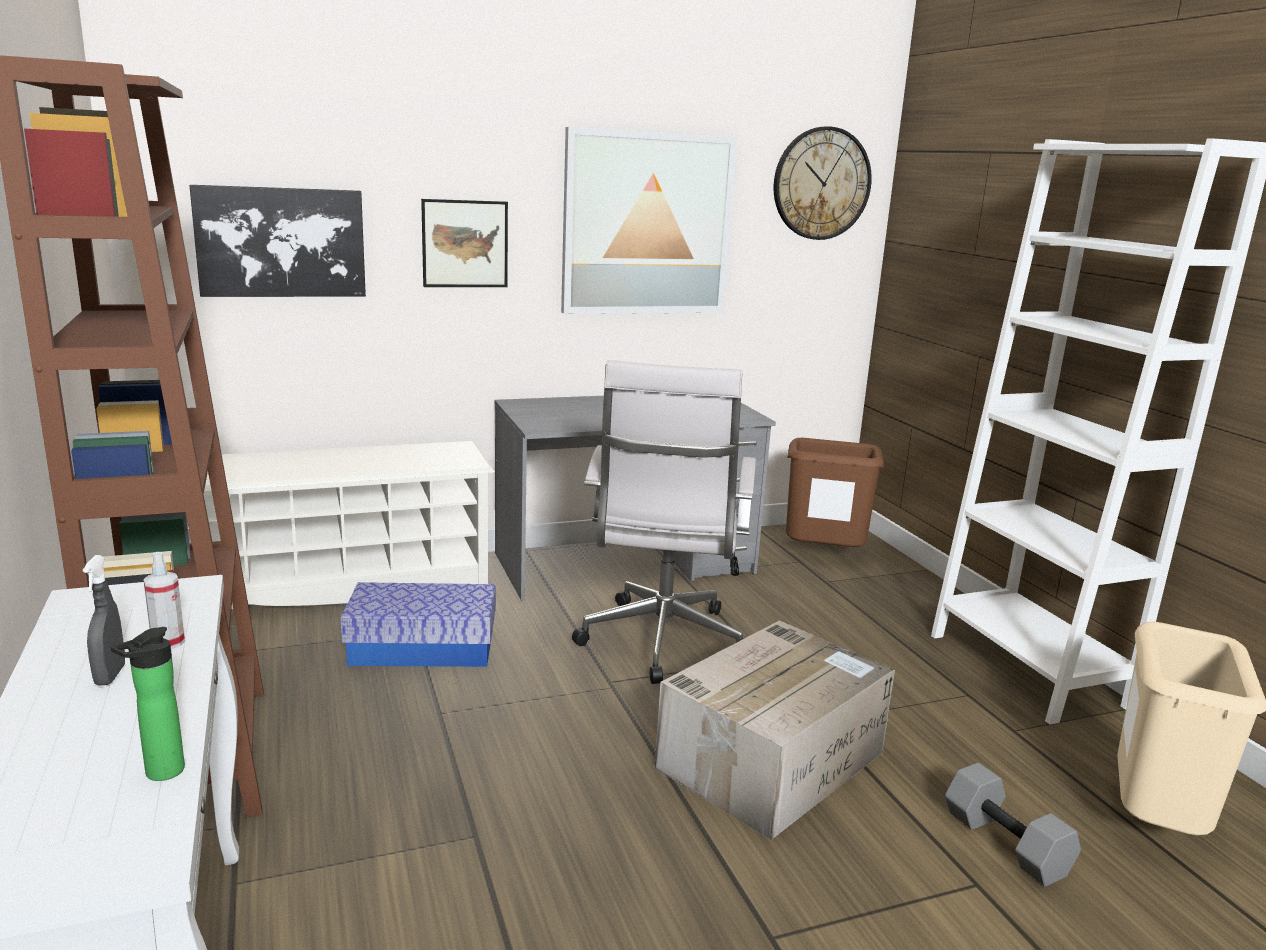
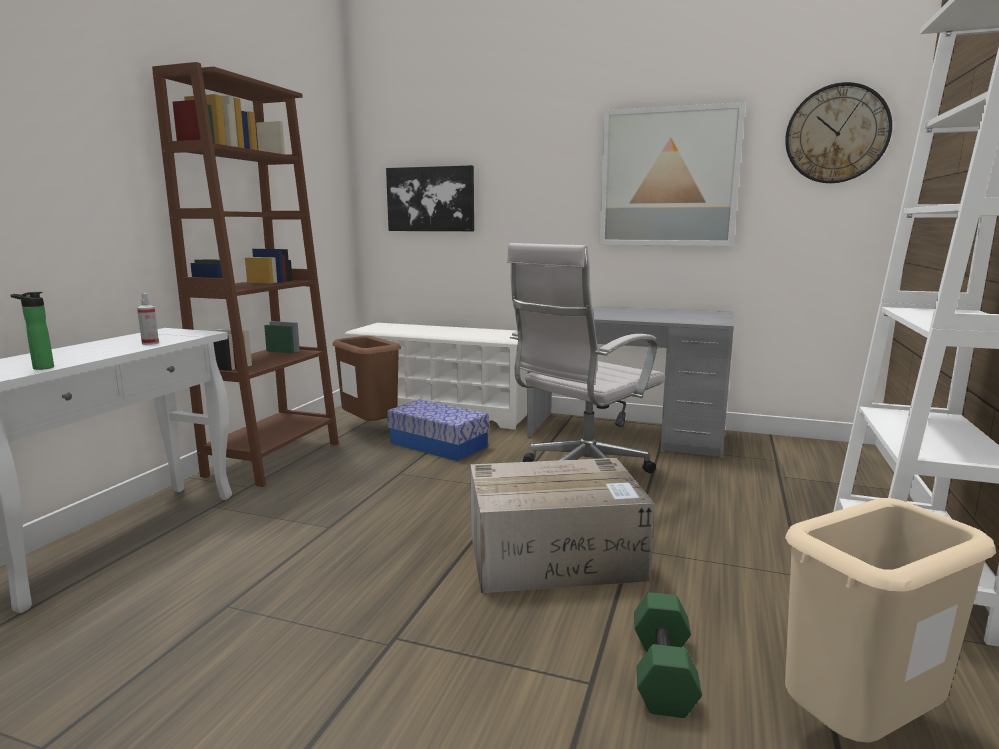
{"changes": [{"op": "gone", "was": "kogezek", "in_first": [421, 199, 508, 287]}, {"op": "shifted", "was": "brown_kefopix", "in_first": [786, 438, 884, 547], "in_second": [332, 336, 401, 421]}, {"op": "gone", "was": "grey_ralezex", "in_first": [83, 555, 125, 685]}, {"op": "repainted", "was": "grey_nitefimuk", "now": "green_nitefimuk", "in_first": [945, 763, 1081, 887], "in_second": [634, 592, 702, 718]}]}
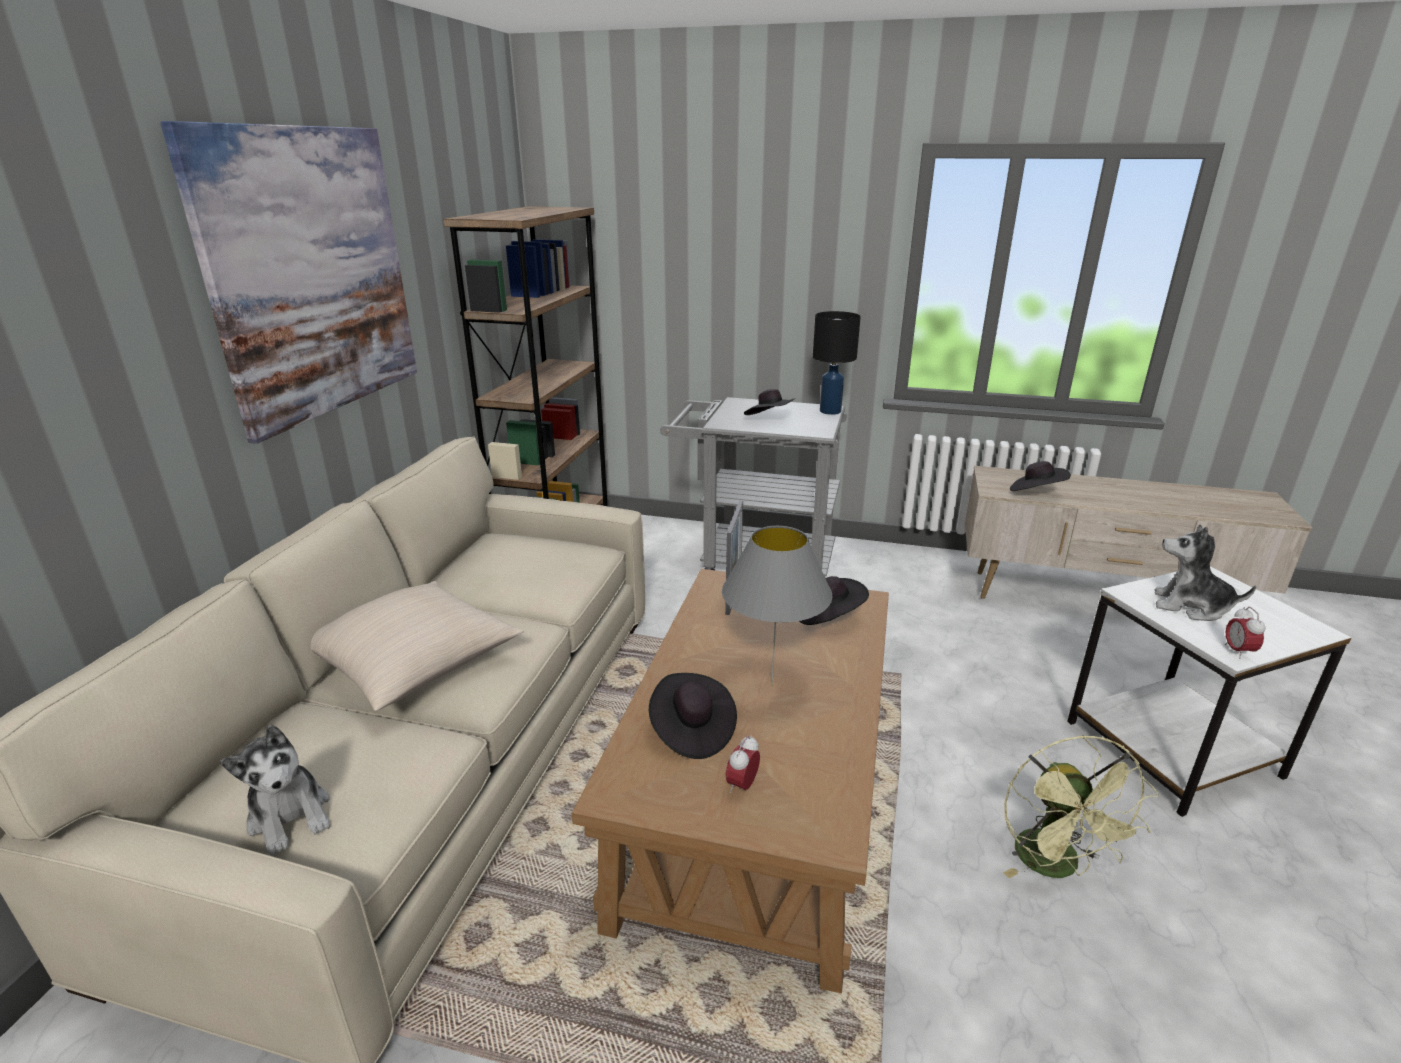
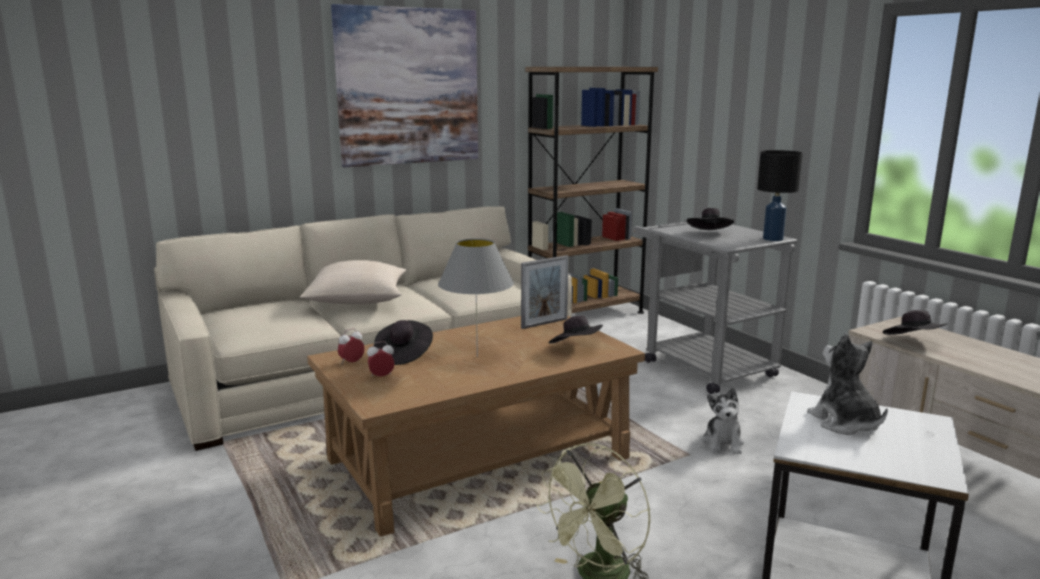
{"changes": [{"op": "shifted", "was": "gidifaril", "in_first": [1225, 607, 1266, 659], "in_second": [338, 328, 365, 364]}, {"op": "shifted", "was": "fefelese", "in_first": [221, 725, 330, 855], "in_second": [703, 387, 744, 454]}]}
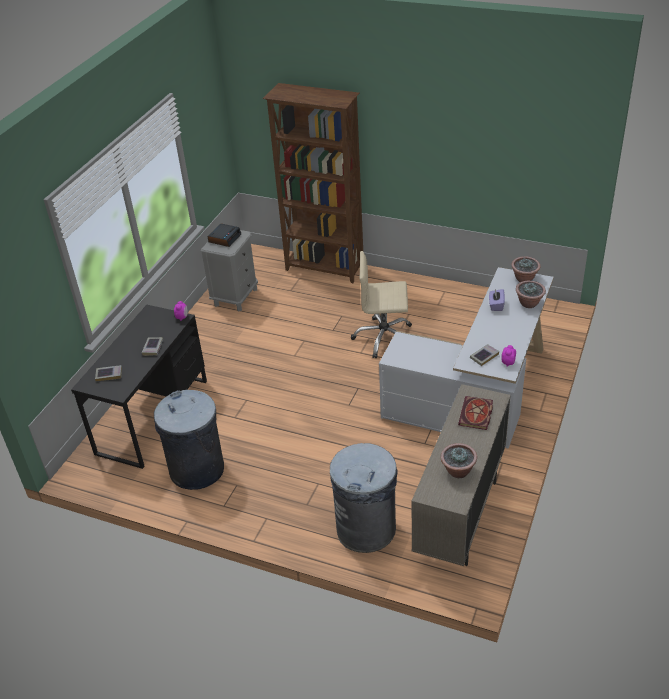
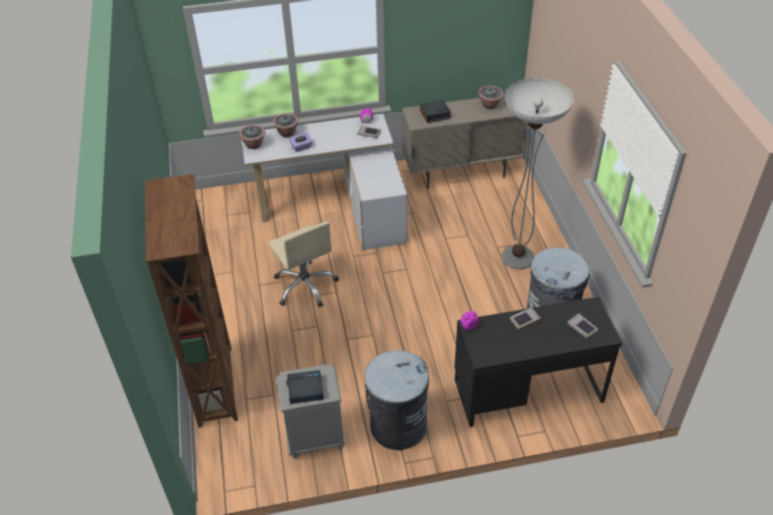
{"changes": [{"op": "swapped", "was": "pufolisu", "now": "gidifaril", "in_first": [458, 396, 493, 430], "in_second": [420, 100, 451, 123]}, {"op": "shifted", "was": "grey_kefopix", "in_first": [330, 443, 398, 553], "in_second": [364, 350, 429, 450]}, {"op": "new", "now": "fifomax", "in_second": [502, 78, 574, 269]}]}
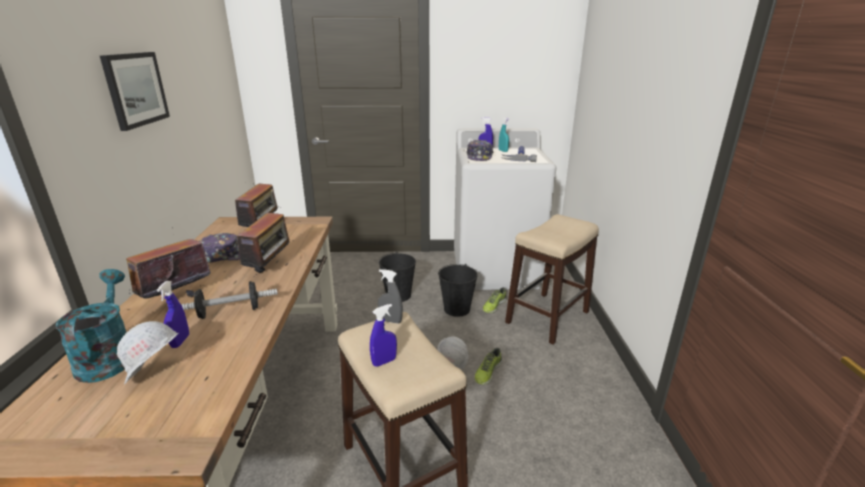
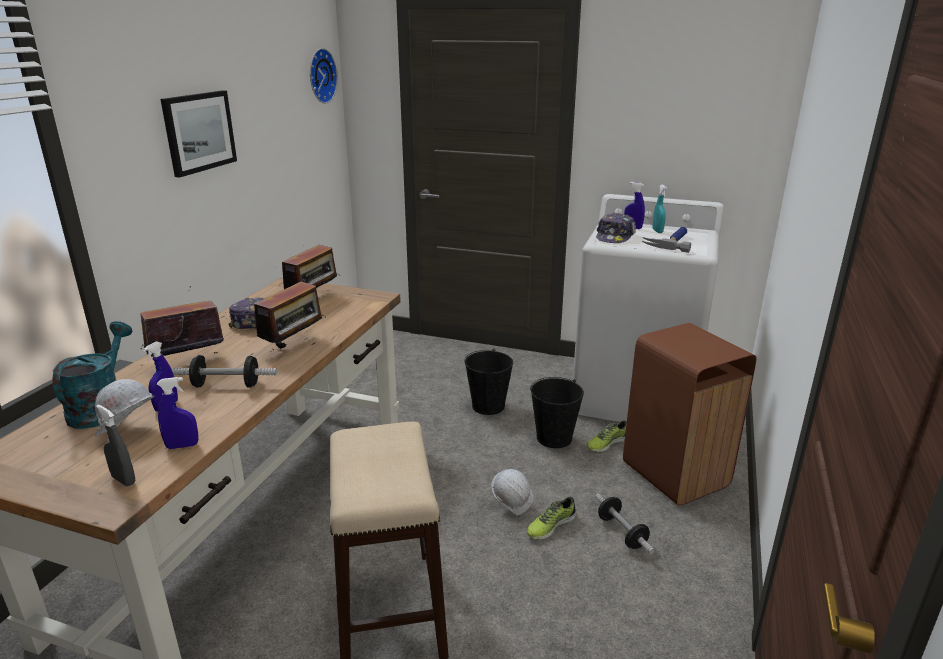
{"changes": [{"op": "swapped", "was": "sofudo", "now": "brown_kefopix", "in_first": [505, 214, 599, 345], "in_second": [623, 323, 756, 506]}, {"op": "shifted", "was": "grey_ralezex", "in_first": [378, 269, 403, 324], "in_second": [96, 405, 135, 486]}, {"op": "shifted", "was": "blue_ralezex", "in_first": [370, 304, 397, 367], "in_second": [157, 377, 198, 449]}, {"op": "new", "now": "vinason", "in_second": [310, 48, 338, 104]}, {"op": "new", "now": "nitefimuk", "in_second": [595, 494, 655, 554]}]}
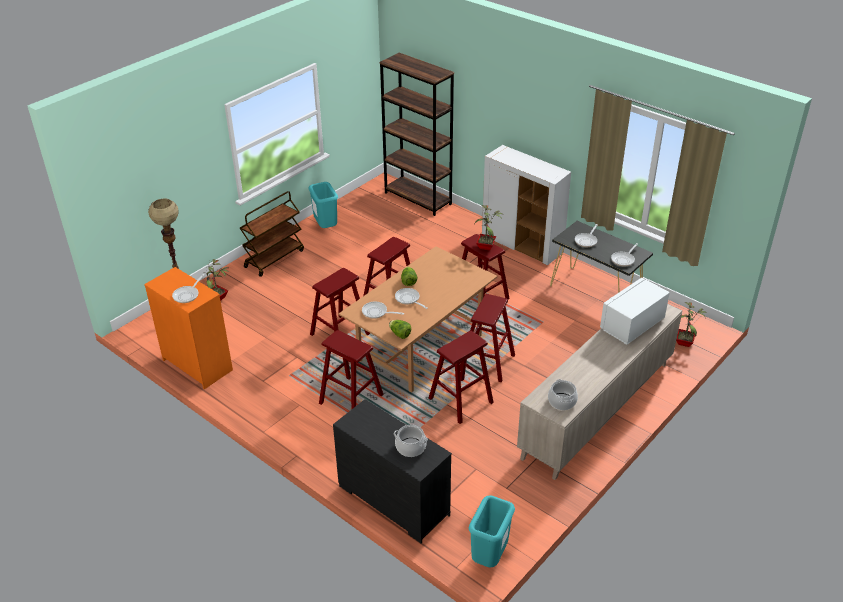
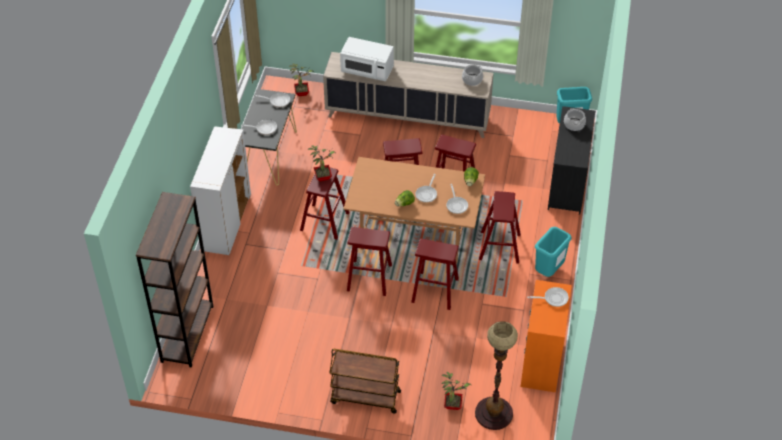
{"changes": [{"op": "shifted", "was": "turquoise_kefopix", "in_first": [308, 182, 338, 228], "in_second": [535, 227, 571, 277]}]}
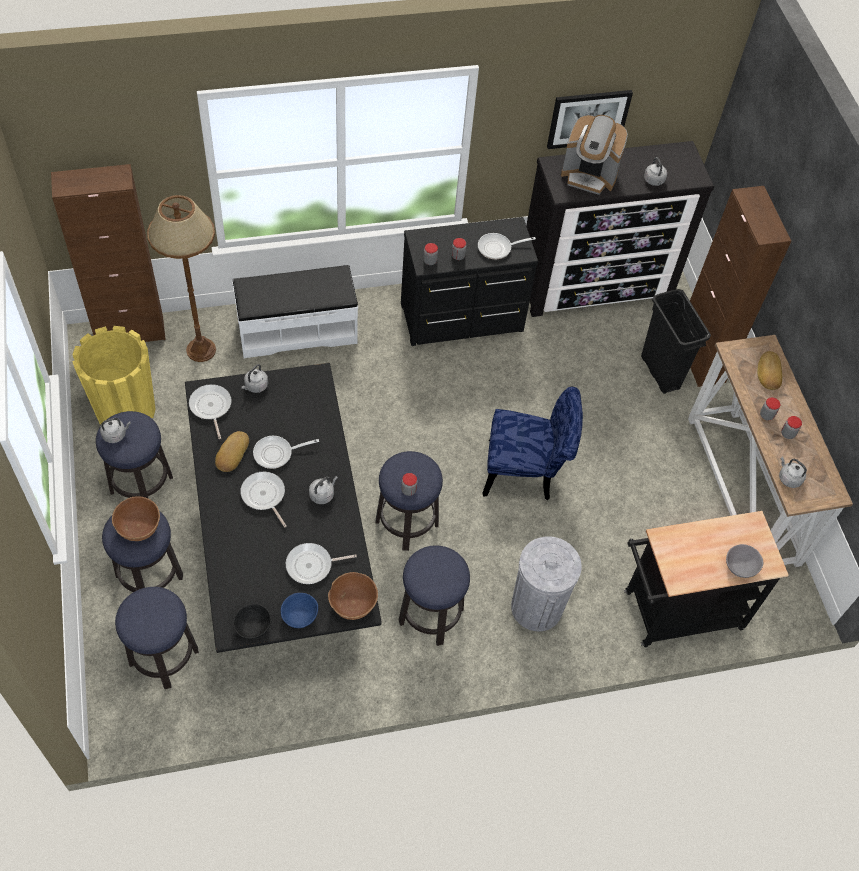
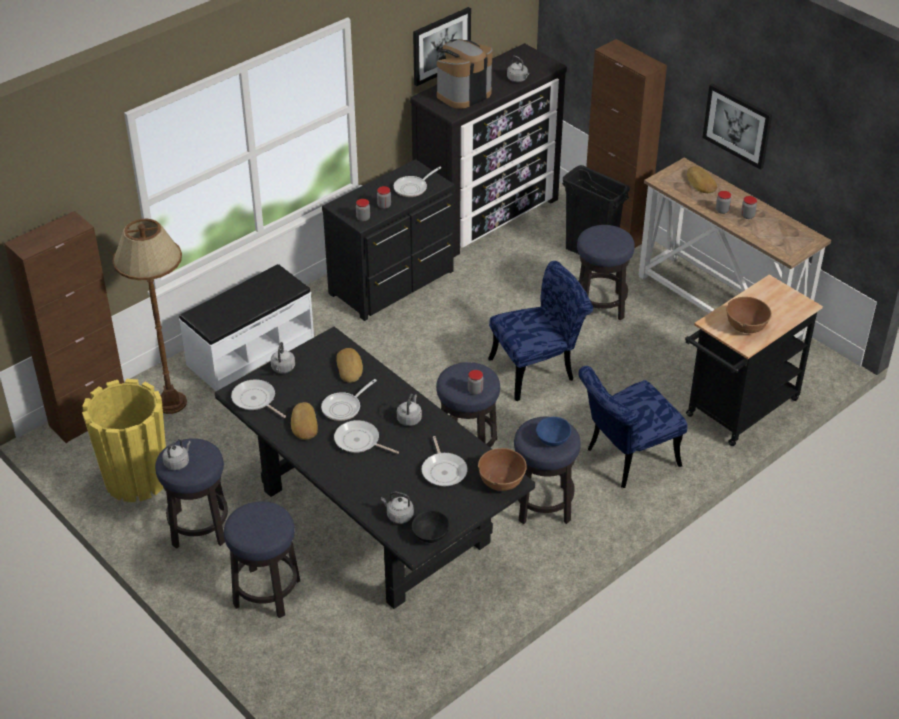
{"changes": [{"op": "rotated", "was": "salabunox", "in_first": [561, 115, 628, 195], "in_second": [437, 39, 493, 109], "clockwise": 150}, {"op": "shifted", "was": "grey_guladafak", "in_first": [779, 457, 807, 488], "in_second": [381, 492, 414, 524]}, {"op": "shifted", "was": "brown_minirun", "in_first": [112, 496, 160, 541], "in_second": [726, 297, 772, 333]}, {"op": "swapped", "was": "grey_kefopix", "now": "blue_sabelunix", "in_first": [511, 536, 582, 631], "in_second": [578, 366, 687, 488]}, {"op": "rotated", "was": "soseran", "in_first": [286, 543, 357, 584], "in_second": [421, 436, 468, 486], "clockwise": -60}, {"op": "gone", "was": "grey_minirun", "in_first": [726, 544, 763, 578]}, {"op": "shifted", "was": "sofudo", "in_first": [115, 587, 199, 689], "in_second": [577, 225, 635, 321]}, {"op": "shifted", "was": "blue_minirun", "in_first": [281, 593, 318, 628], "in_second": [536, 417, 571, 446]}, {"op": "new", "now": "kogezek", "in_second": [702, 84, 772, 170]}, {"op": "new", "now": "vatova", "in_second": [336, 348, 363, 383]}]}
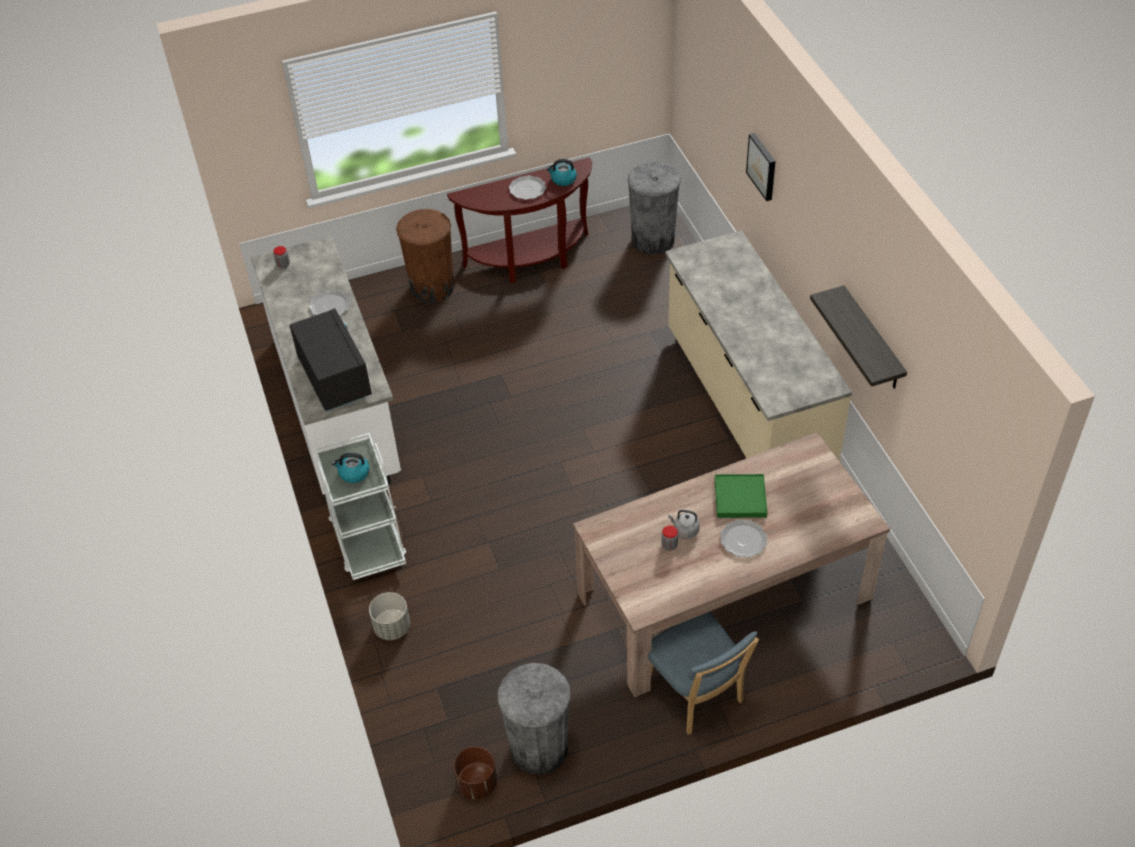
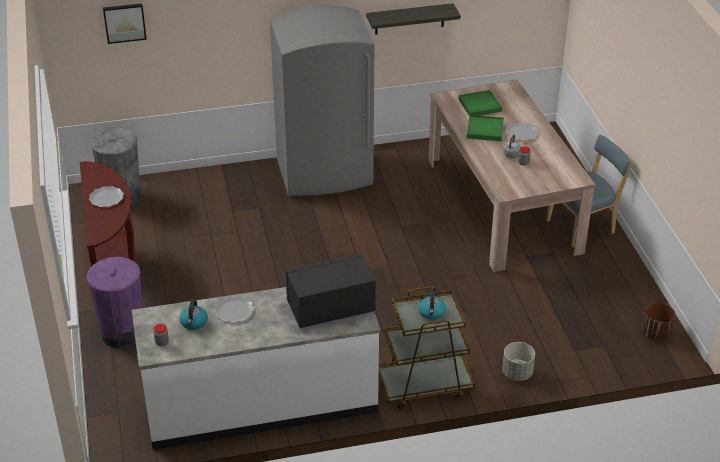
{"changes": [{"op": "shifted", "was": "kogezek", "in_first": [746, 133, 775, 201], "in_second": [103, 3, 147, 44]}, {"op": "shifted", "was": "guladafak", "in_first": [546, 159, 577, 186], "in_second": [180, 299, 208, 330]}, {"op": "repainted", "was": "brown_kefopix", "now": "purple_kefopix", "in_first": [396, 209, 454, 303], "in_second": [86, 257, 142, 348]}, {"op": "swapped", "was": "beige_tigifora", "now": "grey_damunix", "in_first": [665, 230, 852, 461], "in_second": [270, 5, 374, 196]}, {"op": "repainted", "was": "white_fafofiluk", "now": "brown_fafofiluk", "in_first": [315, 433, 406, 580], "in_second": [379, 286, 475, 409]}, {"op": "gone", "was": "grey_kefopix", "in_first": [498, 663, 570, 775]}, {"op": "new", "now": "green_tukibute", "in_second": [458, 90, 502, 116]}]}
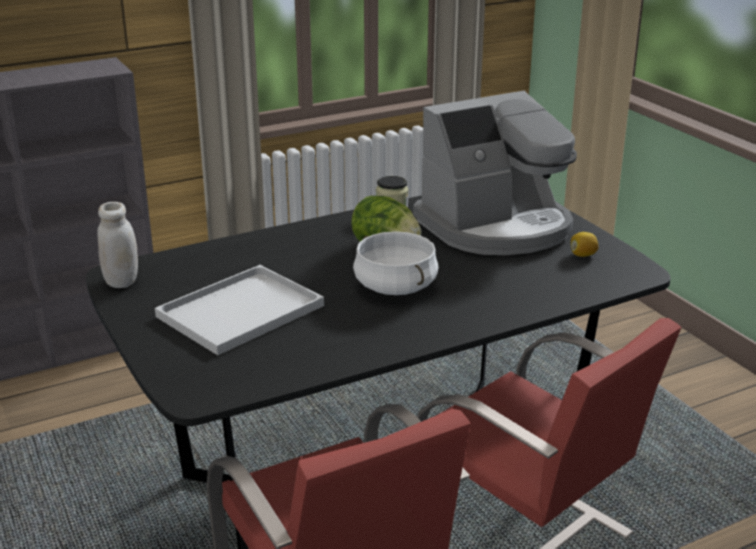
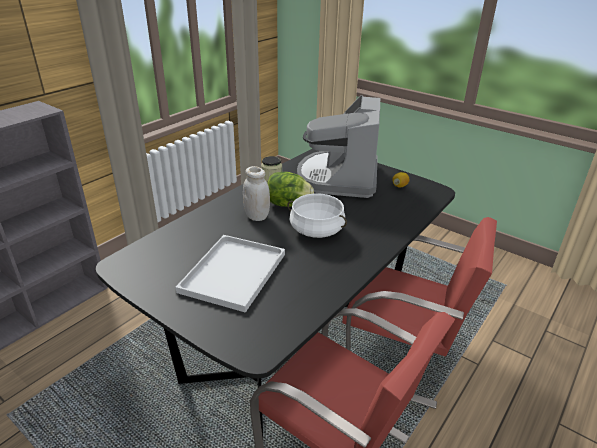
{"changes": [{"op": "rotated", "was": "salabunox", "in_first": [413, 91, 577, 255], "in_second": [297, 95, 380, 198], "clockwise": 150}, {"op": "shifted", "was": "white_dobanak", "in_first": [97, 202, 138, 288], "in_second": [243, 166, 270, 221]}]}
